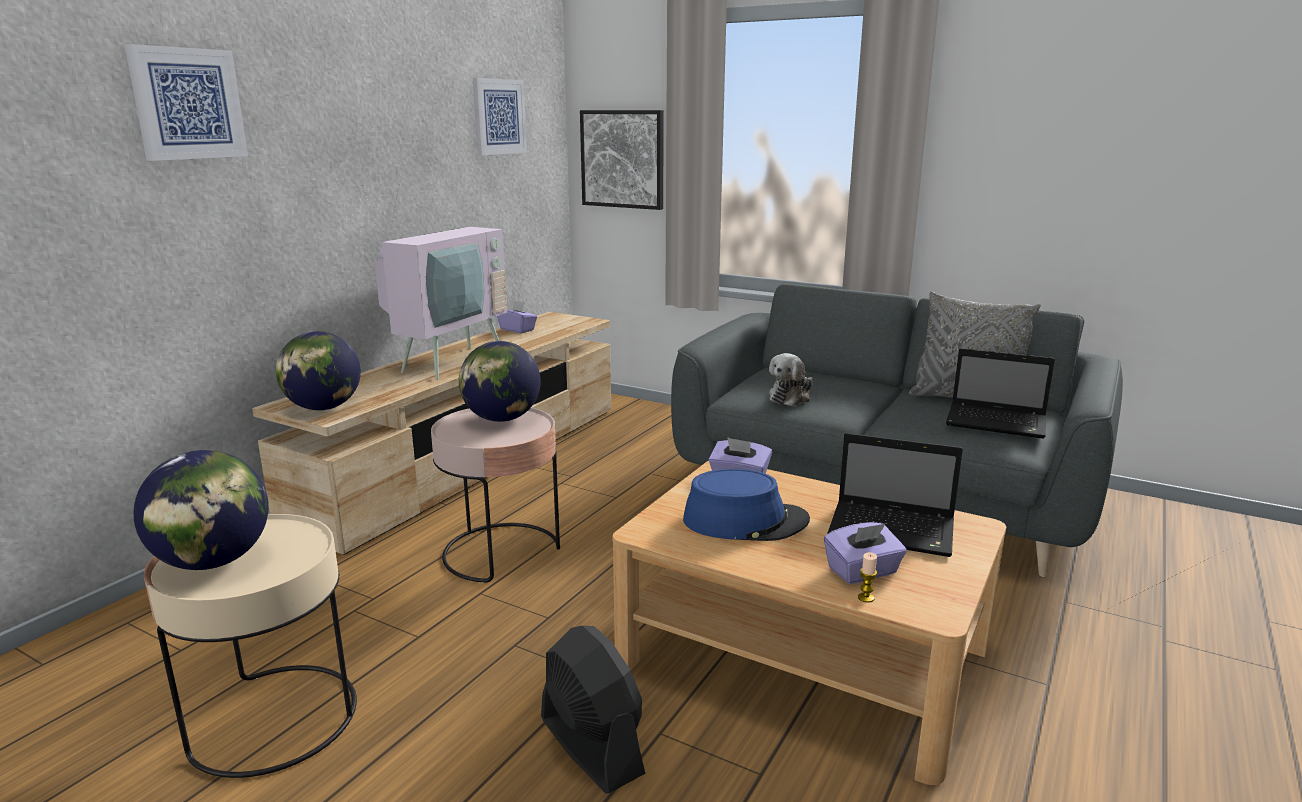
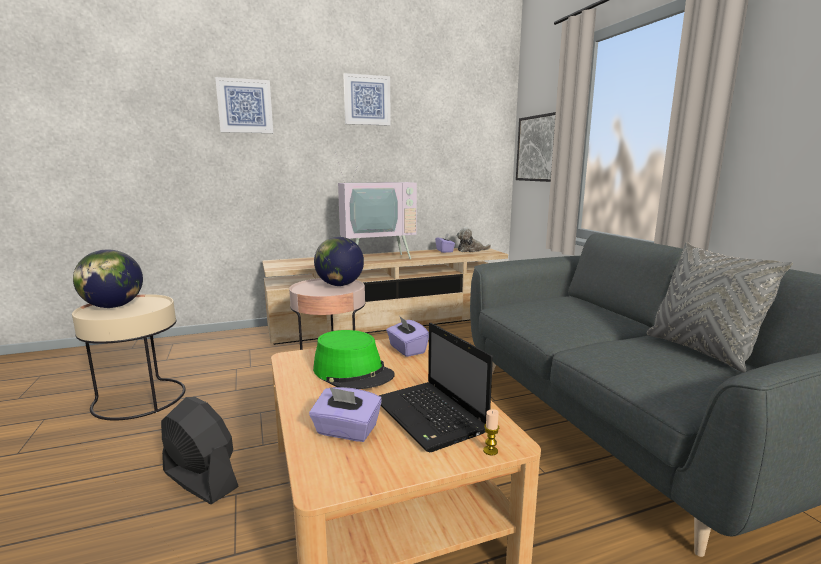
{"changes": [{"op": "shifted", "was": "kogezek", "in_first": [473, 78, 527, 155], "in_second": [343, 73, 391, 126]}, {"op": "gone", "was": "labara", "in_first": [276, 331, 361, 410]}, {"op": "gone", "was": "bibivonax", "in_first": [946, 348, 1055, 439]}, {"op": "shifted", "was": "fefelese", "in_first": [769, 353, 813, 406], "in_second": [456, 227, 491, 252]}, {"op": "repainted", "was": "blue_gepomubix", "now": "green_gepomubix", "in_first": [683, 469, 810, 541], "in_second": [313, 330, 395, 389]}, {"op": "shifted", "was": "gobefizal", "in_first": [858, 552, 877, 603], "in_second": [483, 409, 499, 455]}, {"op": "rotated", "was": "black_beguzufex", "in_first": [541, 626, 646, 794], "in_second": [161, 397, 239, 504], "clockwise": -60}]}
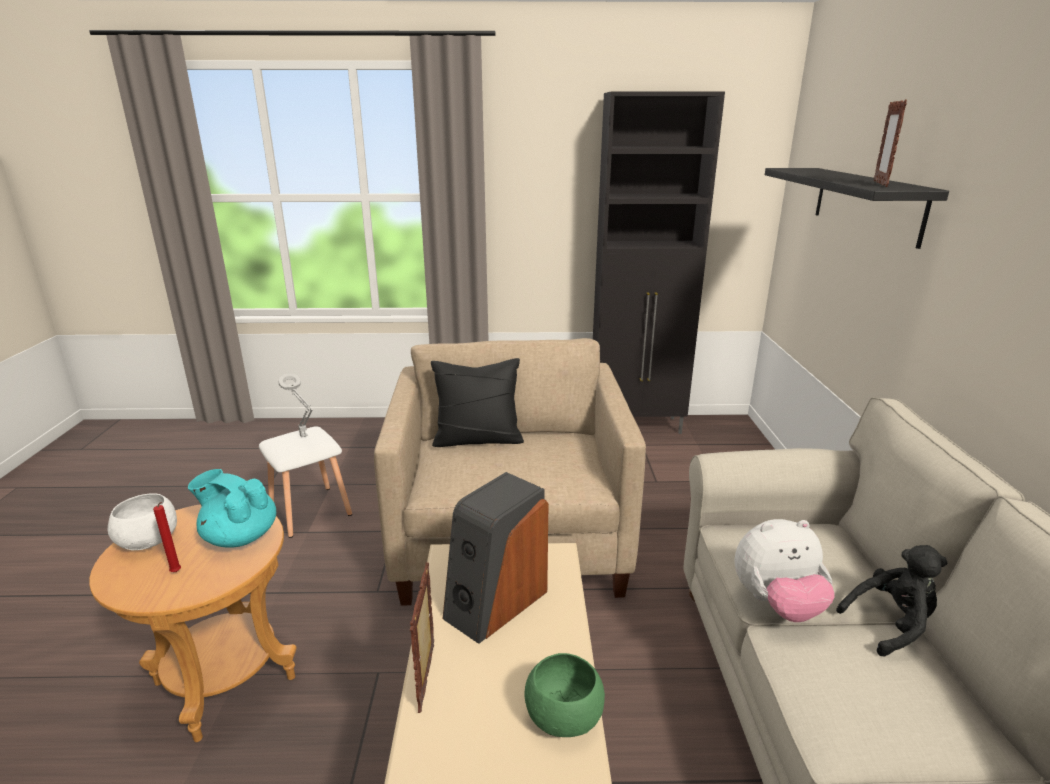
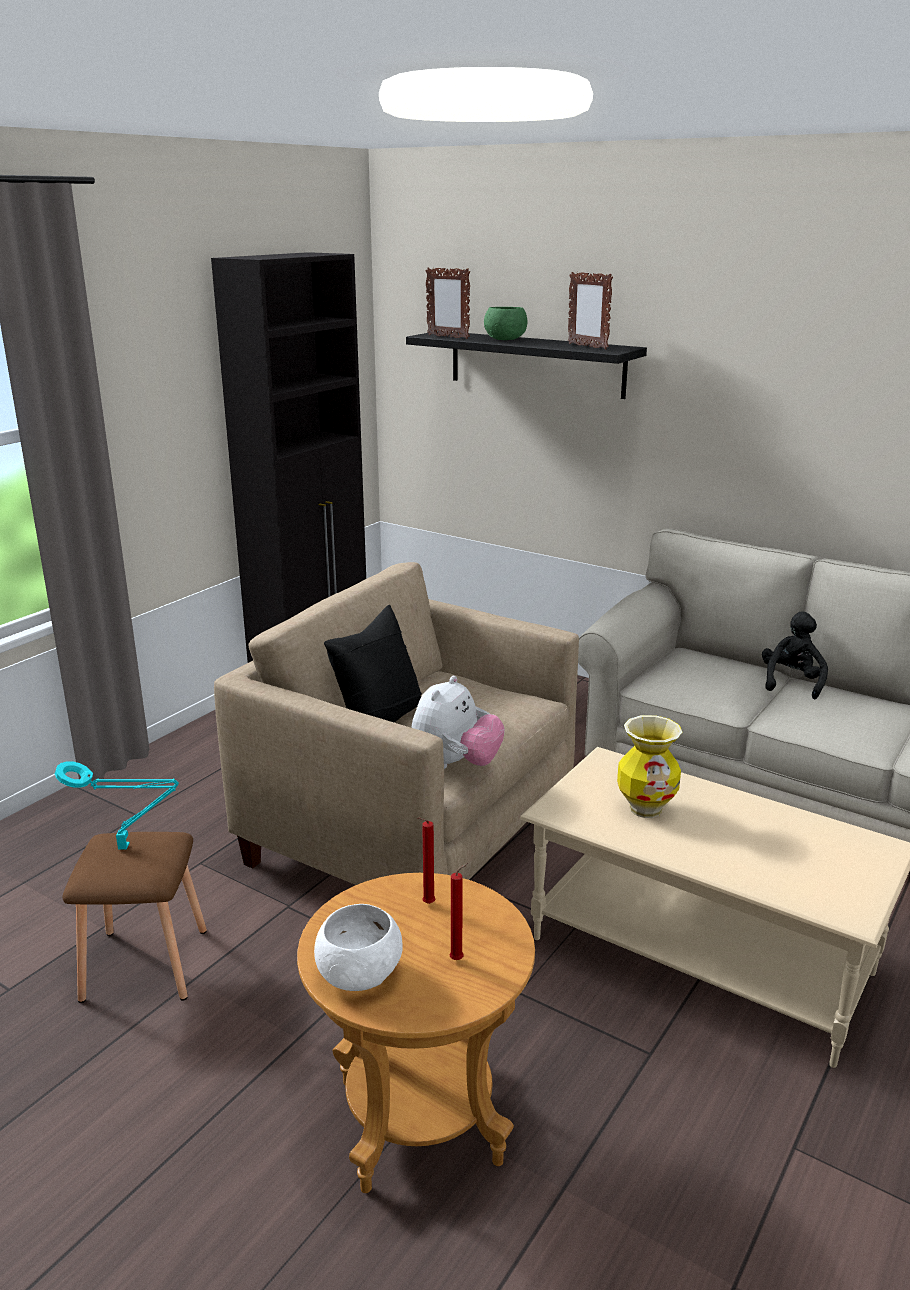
{"changes": [{"op": "repainted", "was": "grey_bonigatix", "now": "turquoise_bonigatix", "in_first": [278, 373, 313, 437], "in_second": [55, 761, 179, 849]}, {"op": "repainted", "was": "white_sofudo", "now": "brown_sofudo", "in_first": [259, 426, 352, 538], "in_second": [62, 832, 207, 1003]}, {"op": "swapped", "was": "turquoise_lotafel", "now": "red_gobefizal", "in_first": [188, 469, 276, 548], "in_second": [418, 818, 435, 904]}, {"op": "swapped", "was": "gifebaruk", "now": "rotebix", "in_first": [443, 472, 549, 644], "in_second": [617, 715, 682, 818]}, {"op": "shifted", "was": "fefelese", "in_first": [734, 519, 835, 622], "in_second": [412, 676, 505, 769]}, {"op": "shifted", "was": "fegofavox", "in_first": [410, 562, 434, 713], "in_second": [425, 268, 470, 339]}, {"op": "shifted", "was": "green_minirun", "in_first": [525, 653, 605, 737], "in_second": [484, 307, 528, 340]}]}
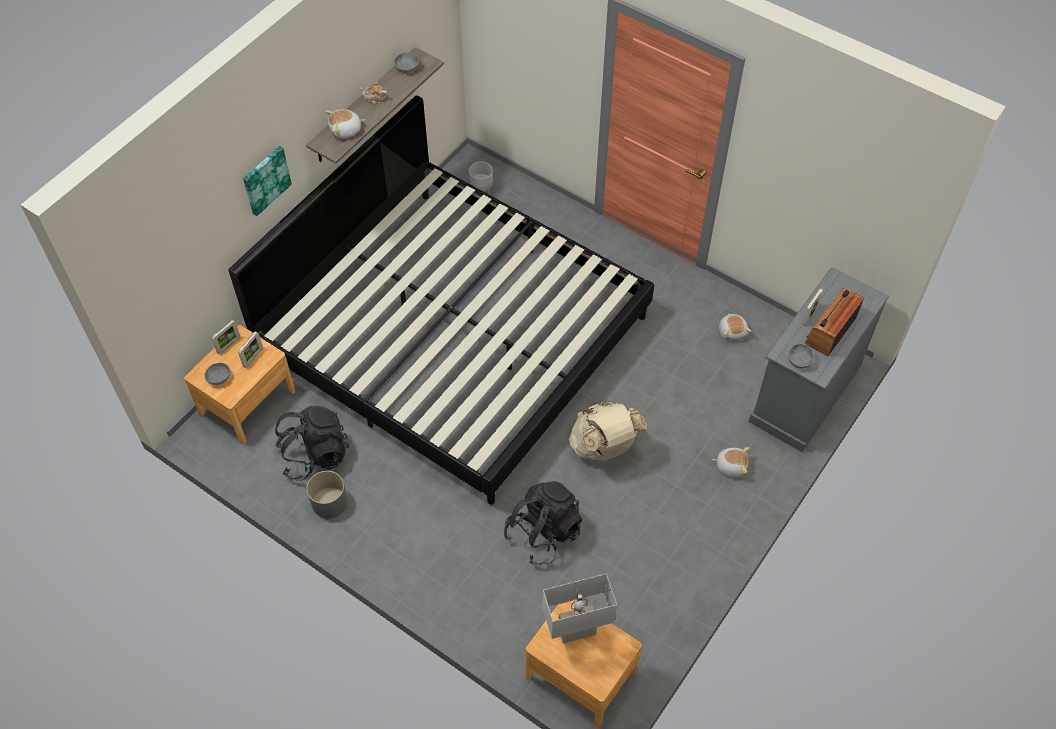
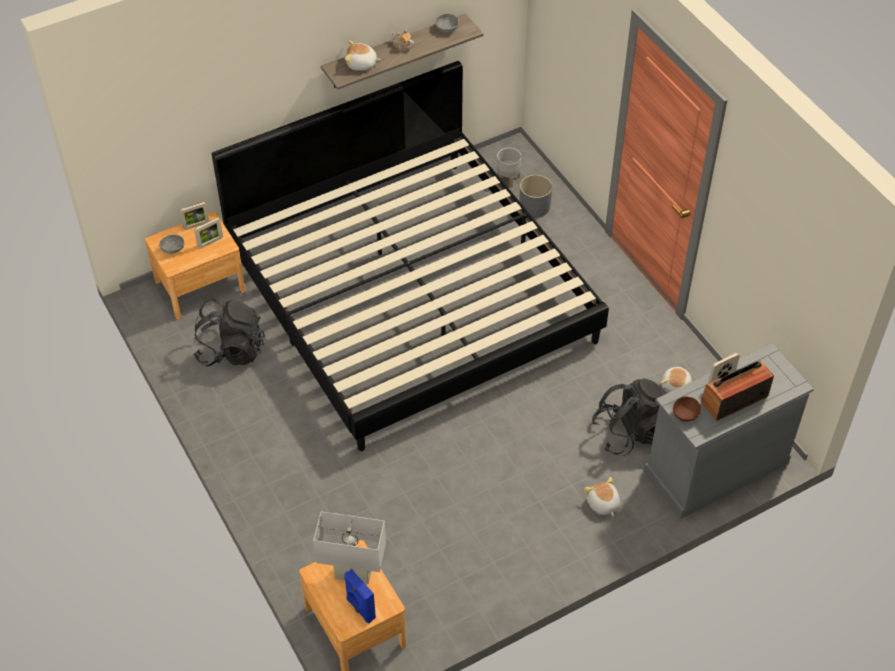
{"changes": [{"op": "gone", "was": "kogezek", "in_first": [243, 146, 292, 216]}, {"op": "repainted", "was": "grey_minirun", "now": "brown_minirun", "in_first": [788, 344, 814, 369], "in_second": [673, 396, 701, 422]}, {"op": "gone", "was": "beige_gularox", "in_first": [569, 401, 647, 461]}, {"op": "rotated", "was": "fefelese", "in_first": [712, 447, 750, 477], "in_second": [584, 477, 620, 517], "clockwise": -150}, {"op": "shifted", "was": "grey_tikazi", "in_first": [306, 471, 347, 518], "in_second": [520, 175, 552, 218]}, {"op": "shifted", "was": "black_gularox", "in_first": [504, 481, 582, 565], "in_second": [592, 378, 664, 456]}, {"op": "new", "now": "blue_gifebaruk", "in_second": [344, 569, 376, 623]}]}
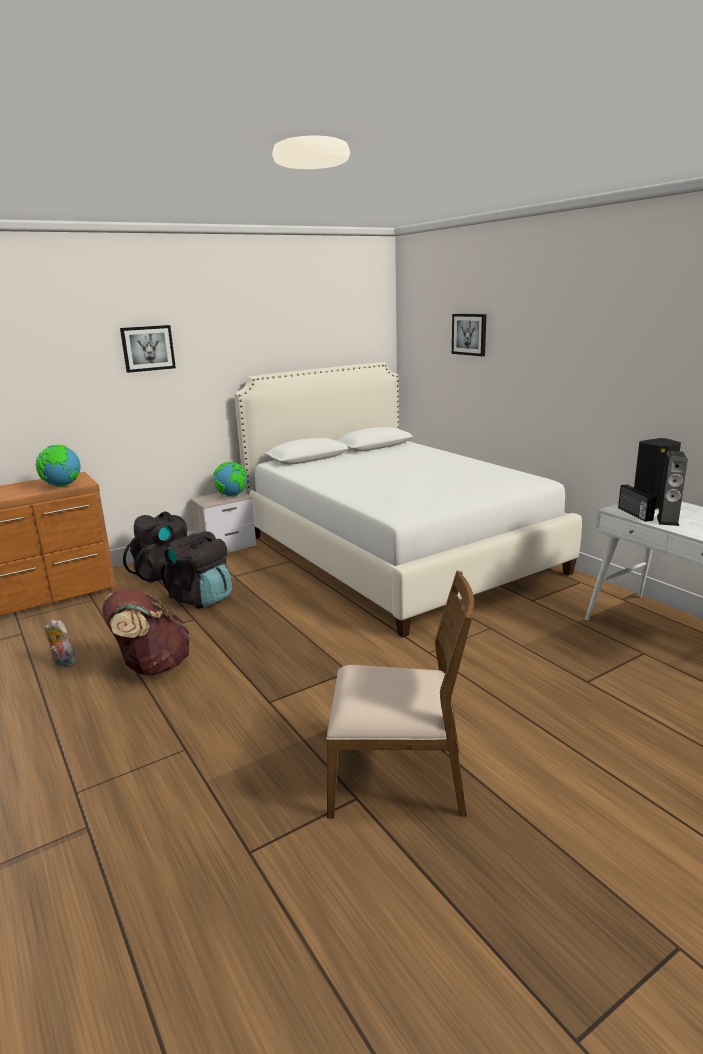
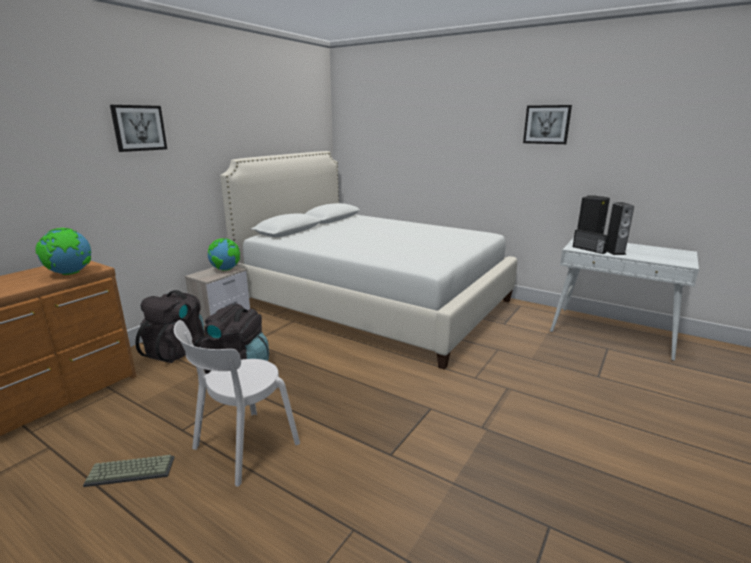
{"changes": [{"op": "shifted", "was": "kogezek", "in_first": [452, 314, 486, 356], "in_second": [523, 105, 572, 144]}, {"op": "gone", "was": "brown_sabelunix", "in_first": [326, 571, 474, 819]}, {"op": "swapped", "was": "brown_gularox", "now": "white_sabelunix", "in_first": [102, 589, 191, 676], "in_second": [174, 320, 300, 487]}, {"op": "swapped", "was": "fefelese", "now": "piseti", "in_first": [44, 620, 77, 667], "in_second": [83, 455, 174, 487]}]}
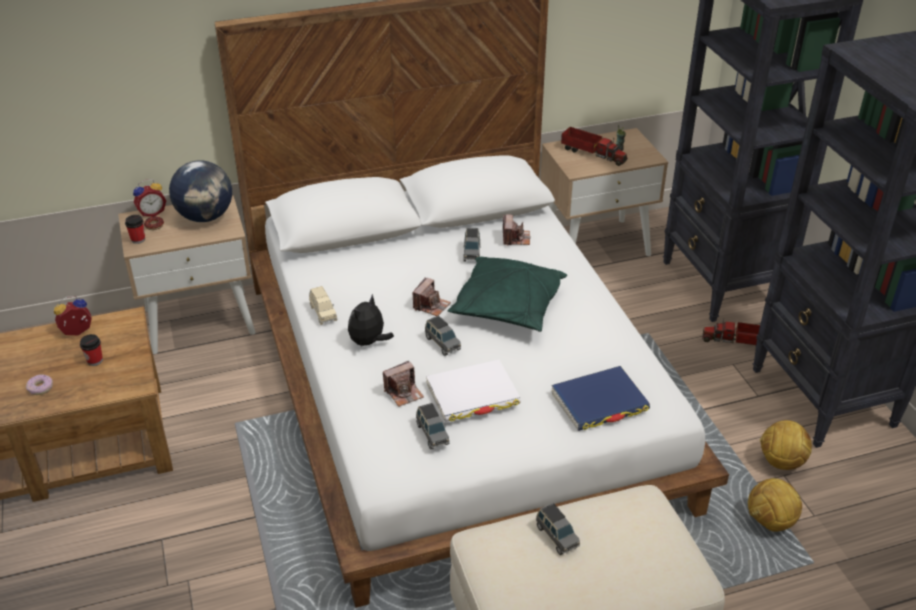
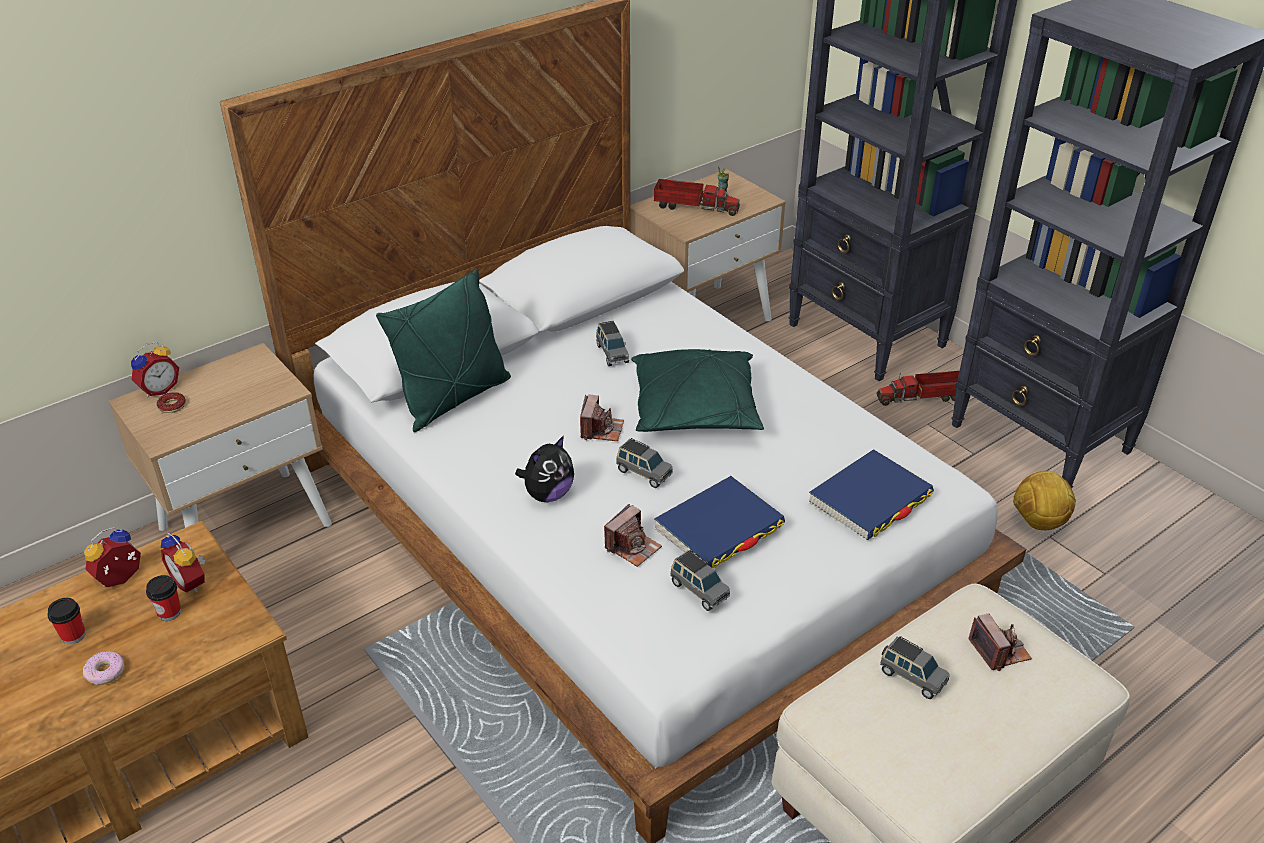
{"changes": [{"op": "gone", "was": "labara", "in_first": [169, 160, 232, 222]}, {"op": "shifted", "was": "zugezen", "in_first": [503, 214, 531, 246], "in_second": [968, 613, 1032, 671]}, {"op": "shifted", "was": "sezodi", "in_first": [125, 215, 145, 244], "in_second": [47, 598, 86, 644]}, {"op": "gone", "was": "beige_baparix", "in_first": [309, 286, 337, 325]}, {"op": "rotated", "was": "fefelese", "in_first": [348, 294, 394, 347], "in_second": [515, 435, 574, 502], "clockwise": -150}, {"op": "repainted", "was": "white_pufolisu", "now": "blue_pufolisu", "in_first": [426, 359, 521, 422], "in_second": [654, 476, 785, 568]}, {"op": "gone", "was": "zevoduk", "in_first": [748, 478, 802, 532]}, {"op": "new", "now": "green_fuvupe", "in_second": [376, 269, 511, 432]}, {"op": "new", "now": "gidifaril", "in_second": [161, 532, 205, 593]}]}
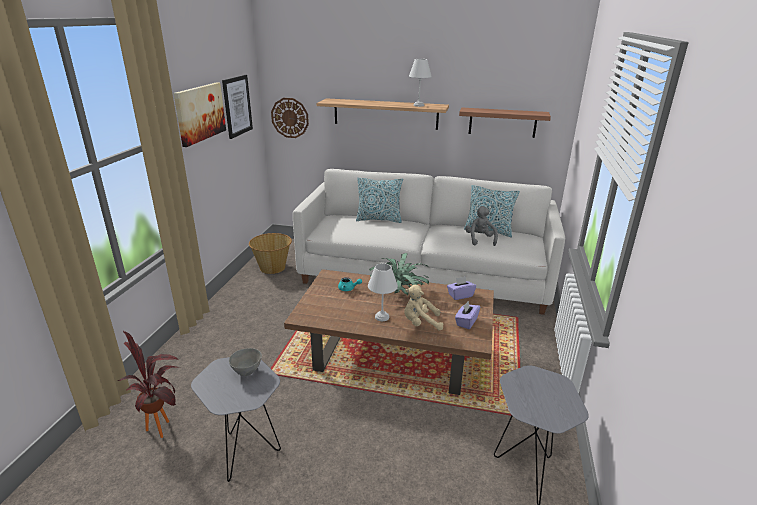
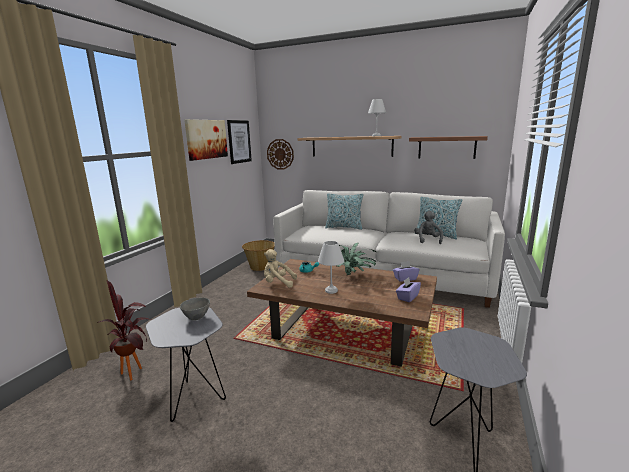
{"changes": [{"op": "shifted", "was": "beige_fefelese", "in_first": [404, 285, 443, 330], "in_second": [264, 249, 297, 288]}]}
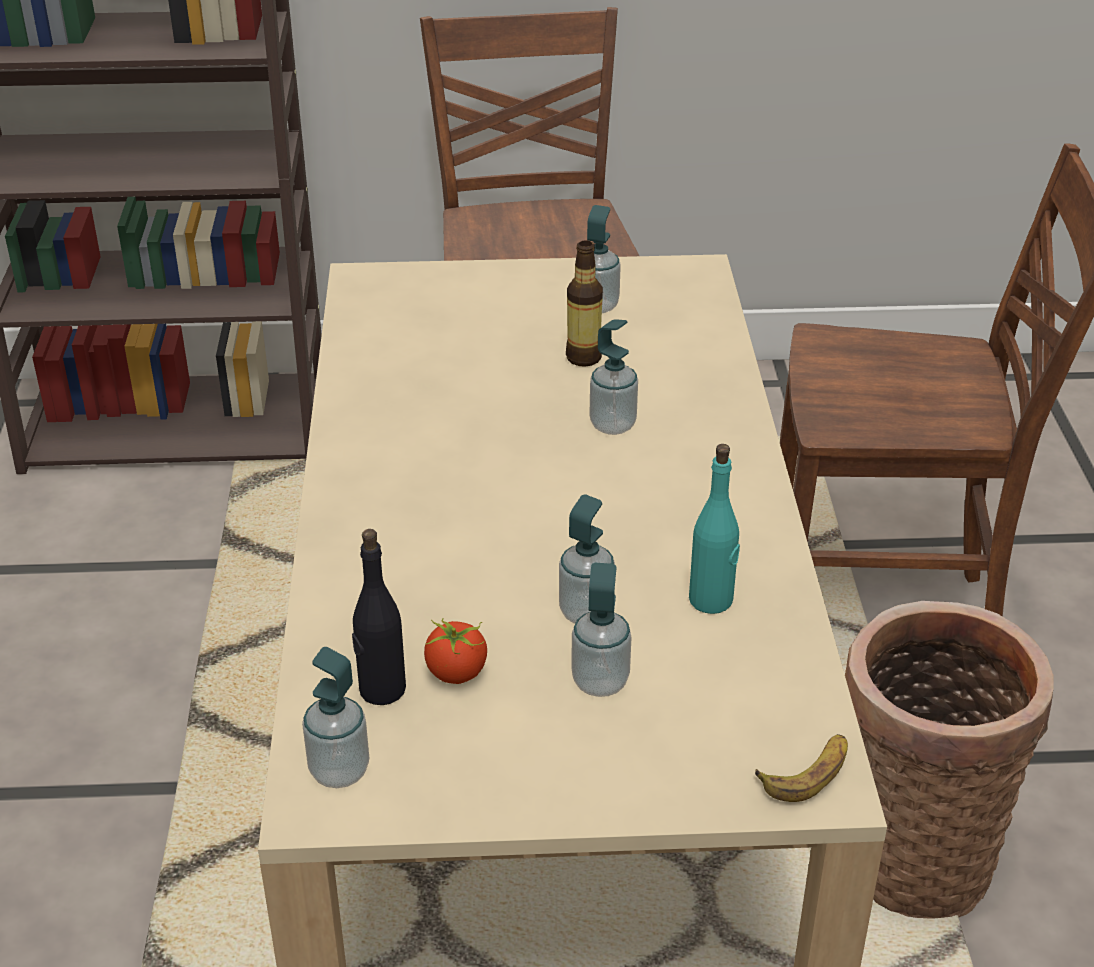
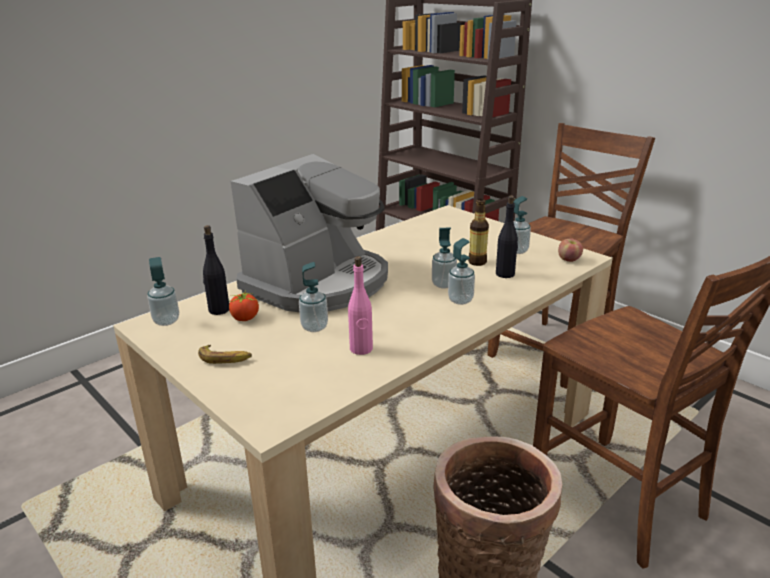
{"changes": [{"op": "repainted", "was": "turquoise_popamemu", "now": "pink_popamemu", "in_first": [689, 444, 740, 614], "in_second": [348, 256, 373, 355]}, {"op": "shifted", "was": "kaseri", "in_first": [571, 563, 631, 697], "in_second": [448, 238, 475, 305]}, {"op": "shifted", "was": "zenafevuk", "in_first": [755, 734, 848, 802], "in_second": [198, 345, 252, 364]}, {"op": "new", "now": "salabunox", "in_second": [231, 154, 388, 312]}, {"op": "new", "now": "black_popamemu", "in_second": [496, 195, 518, 278]}, {"op": "new", "now": "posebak", "in_second": [558, 239, 583, 262]}]}
